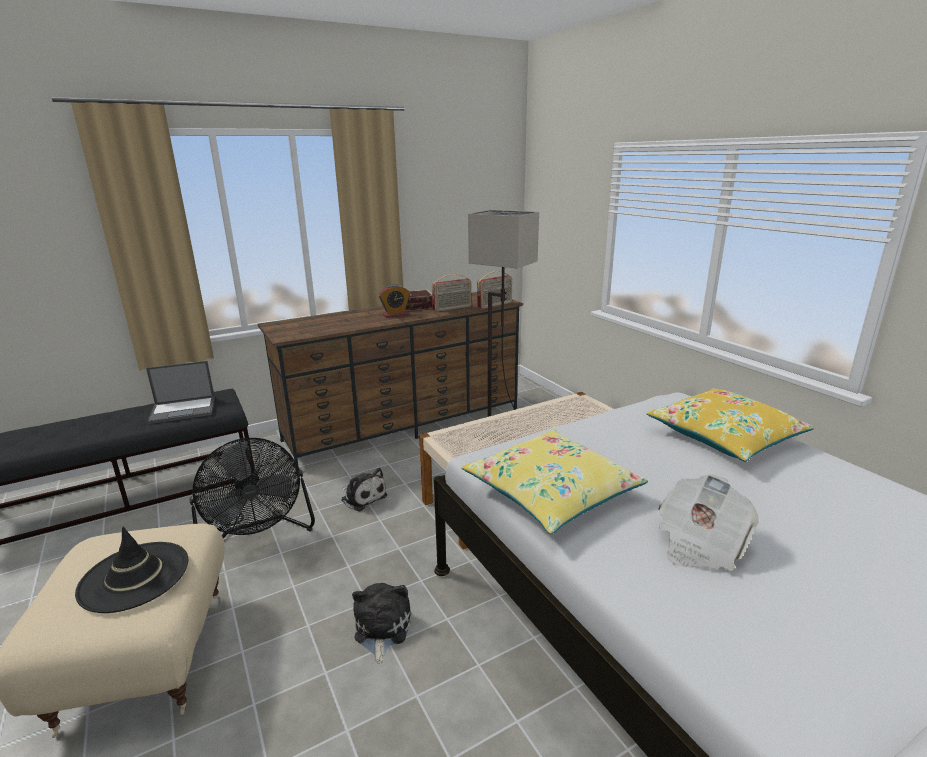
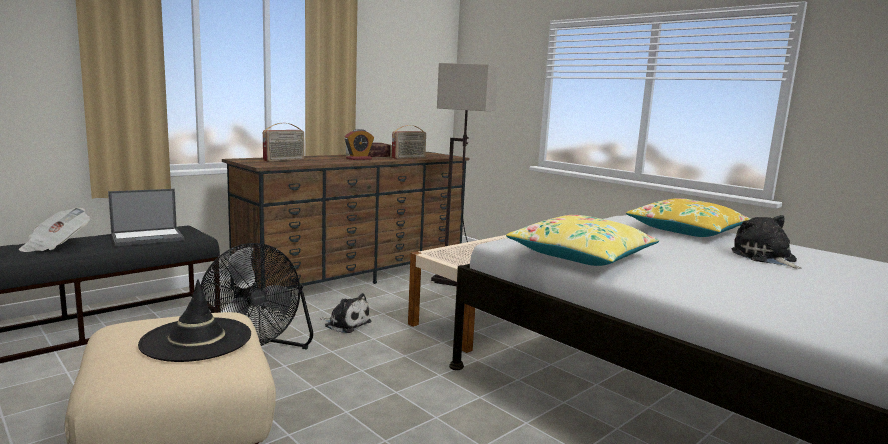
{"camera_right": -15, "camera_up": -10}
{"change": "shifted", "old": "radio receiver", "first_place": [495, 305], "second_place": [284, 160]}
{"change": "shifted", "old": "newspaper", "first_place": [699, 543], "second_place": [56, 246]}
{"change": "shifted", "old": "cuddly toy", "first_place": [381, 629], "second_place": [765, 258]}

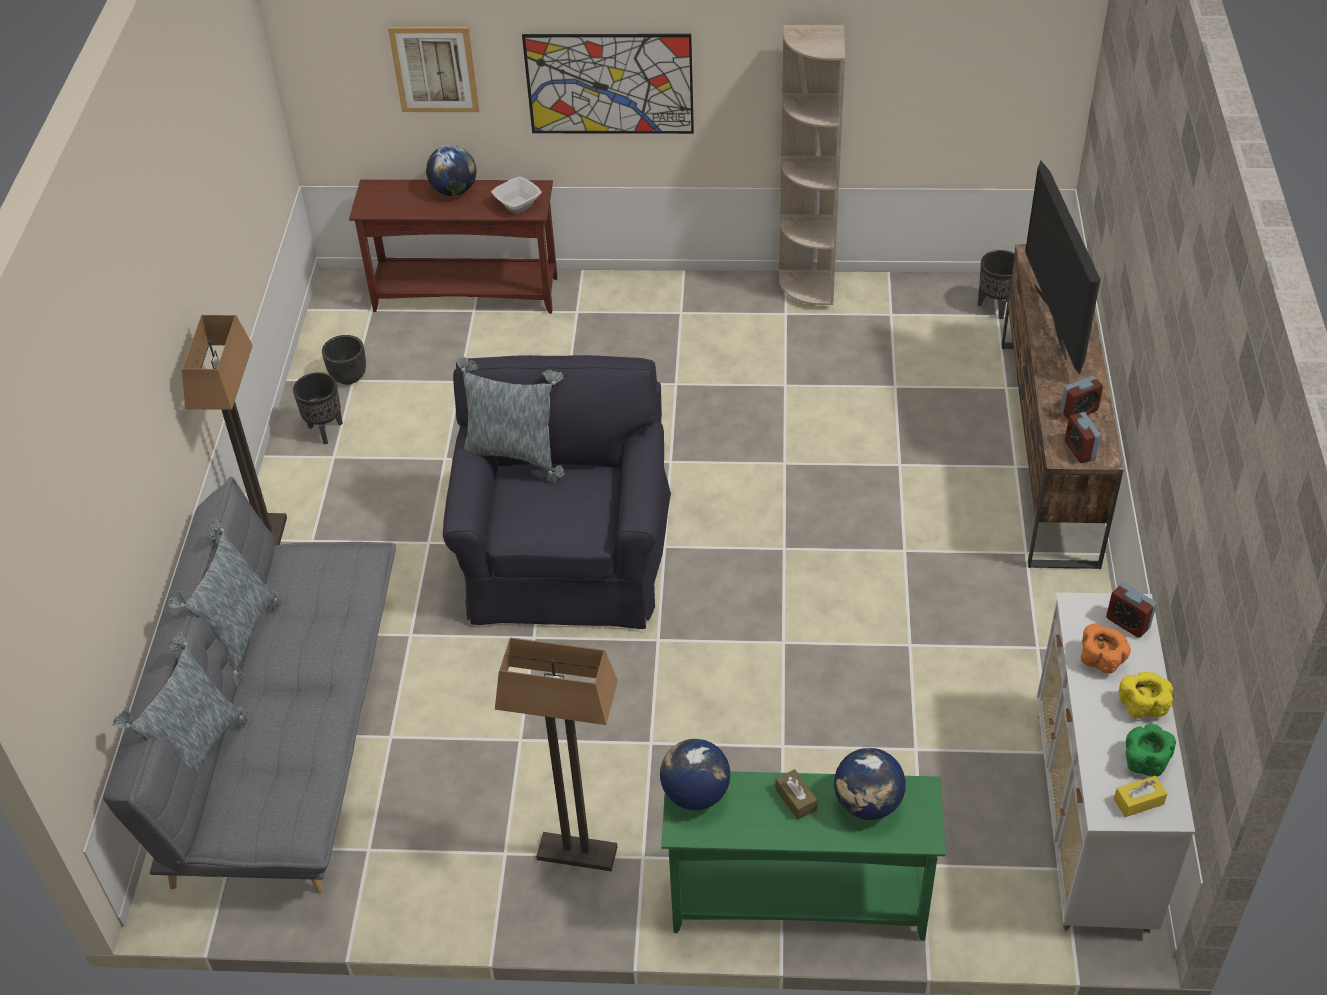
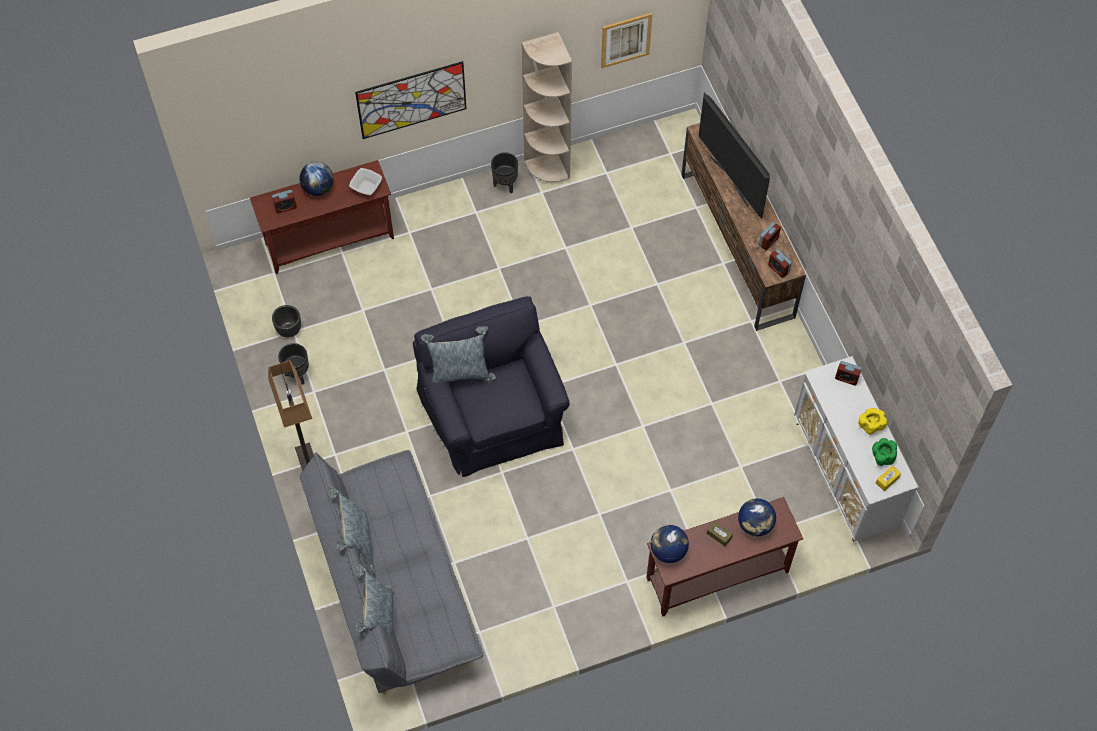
{"camera_right": -25, "camera_up": 15}
{"change": "shifted", "old": "wall picture", "first_place": [434, 69], "second_place": [626, 40]}
{"change": "shifted", "old": "plant pot (blackish)", "first_place": [995, 307], "second_place": [505, 185]}
{"change": "gone", "old": "deep dish (orange)", "first_place": [1101, 659]}
{"change": "gone", "old": "standing lamp", "first_place": [576, 853]}
{"change": "repainted", "old": "console table (greenish)", "new": "console table (brown)", "first_place": [797, 901], "second_place": [716, 575]}
{"change": "new", "new": "table clock", "second_place": [285, 207]}

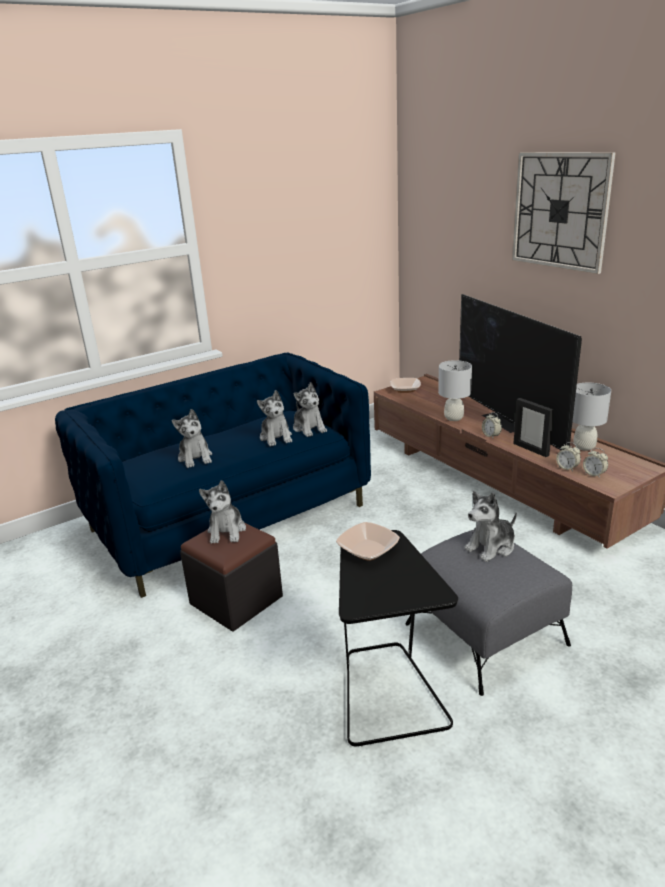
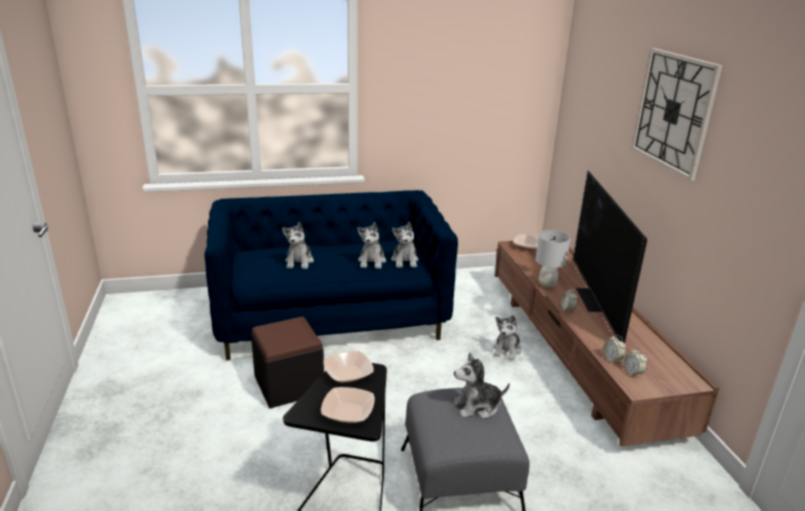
{"camera_right": 20, "camera_up": 0}
{"change": "gone", "old": "tabletop lamp (grey)", "first_place": [585, 447]}
{"change": "gone", "old": "picture frame", "first_place": [531, 449]}
{"change": "shifted", "old": "cuddly toy", "first_place": [227, 531], "second_place": [507, 350]}
{"change": "new", "new": "deep dish", "second_place": [348, 413]}

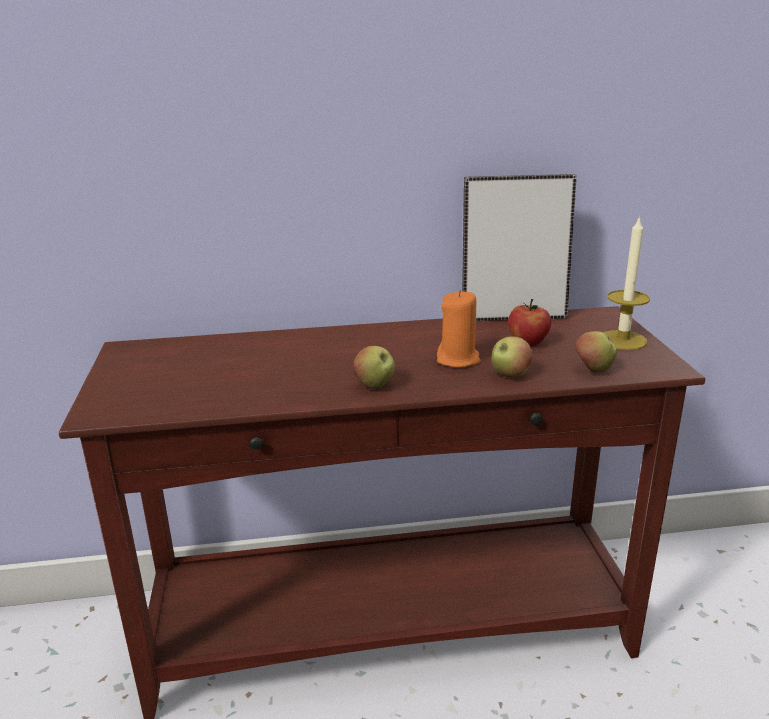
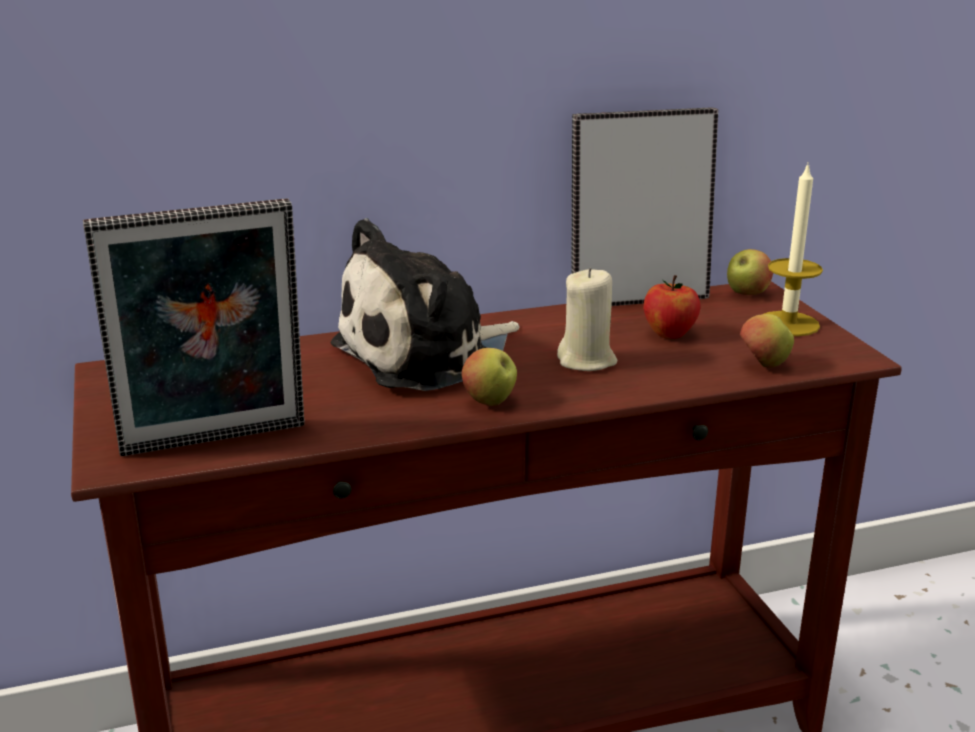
{"camera_right": -10, "camera_up": 0}
{"change": "repainted", "old": "wax light (orange)", "new": "wax light (beige-coloured)", "first_place": [458, 359], "second_place": [587, 360]}
{"change": "shifted", "old": "apple", "first_place": [510, 375], "second_place": [746, 293]}
{"change": "new", "new": "picture frame", "second_place": [215, 442]}
{"change": "new", "new": "cuddly toy", "second_place": [427, 355]}

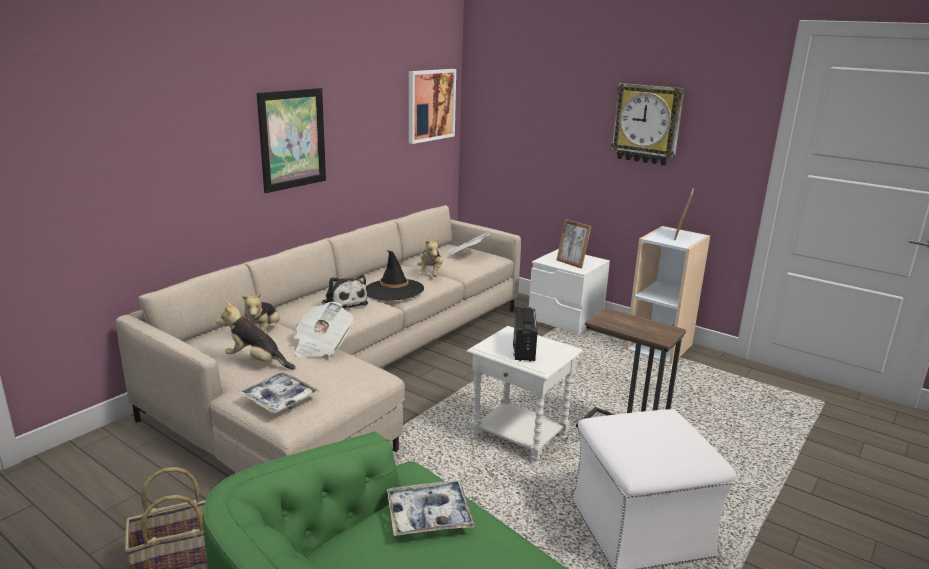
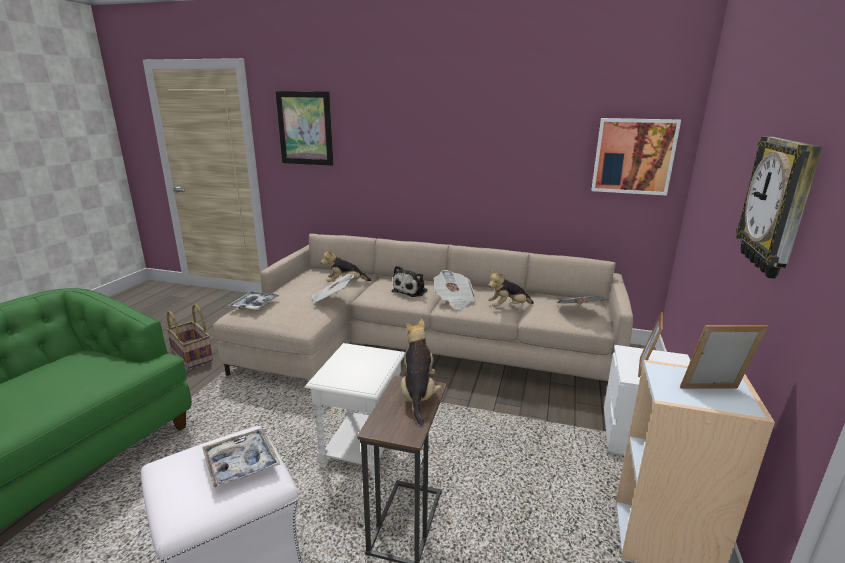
{"camera_right": 70, "camera_up": 0}
{"change": "shifted", "old": "wall picture", "first_place": [292, 139], "second_place": [305, 128]}
{"change": "swapped", "old": "wearable hat (blackish)", "new": "newspaper", "first_place": [393, 290], "second_place": [454, 300]}
{"change": "shifted", "old": "cuddly toy", "first_place": [256, 362], "second_place": [418, 395]}
{"change": "gone", "old": "radio receiver", "first_place": [523, 349]}
{"change": "shifted", "old": "serving tray", "first_place": [429, 515], "second_place": [241, 463]}

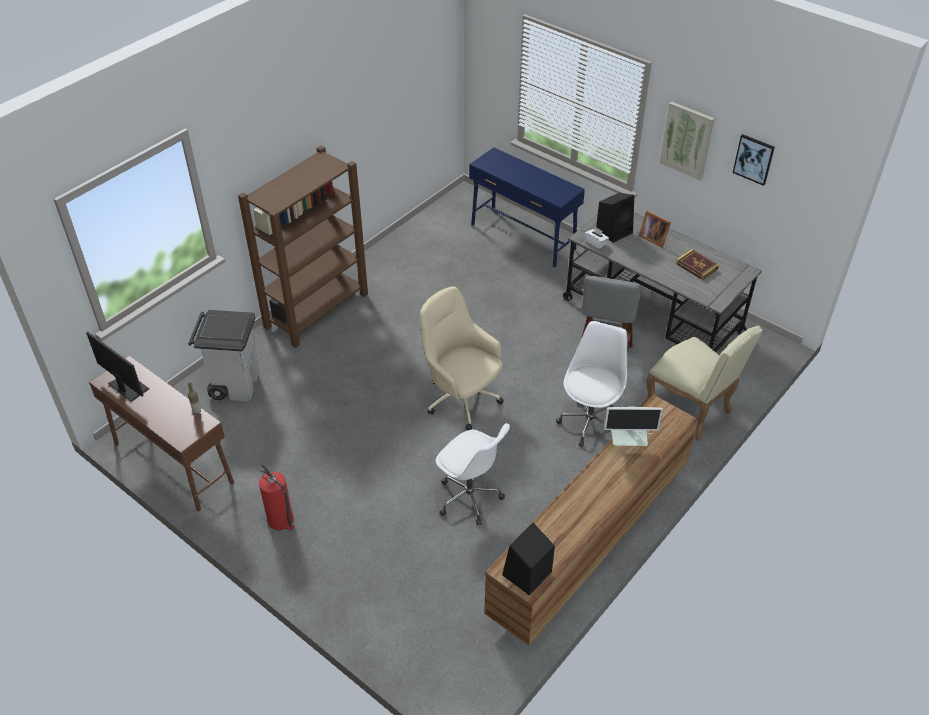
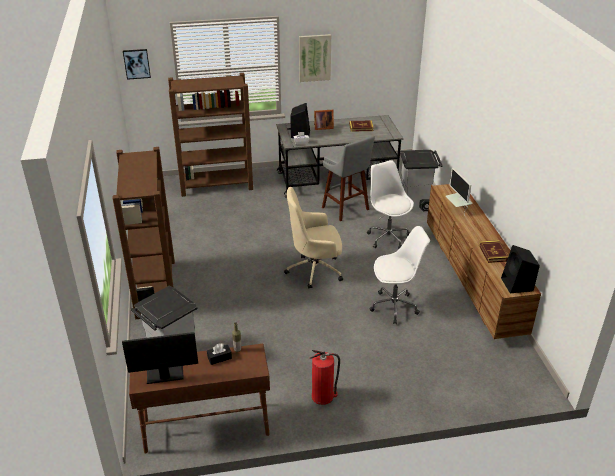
{"camera_right": -50, "camera_up": -10}
{"change": "shifted", "old": "wall picture", "first_place": [754, 159], "second_place": [136, 63]}
{"change": "swapped", "old": "console table (blue)", "new": "bookshelf (brown)", "first_place": [522, 237], "second_place": [216, 185]}
{"change": "swapped", "old": "plain chair (beige-coloured)", "new": "waste bin (grey)", "first_place": [689, 410], "second_place": [416, 204]}
{"change": "rotated", "old": "computer display", "first_place": [627, 446], "second_place": [458, 210], "degrees": 120}
{"change": "new", "new": "volume", "second_place": [493, 253]}
{"change": "new", "new": "tissue box (blackish)", "second_place": [219, 358]}

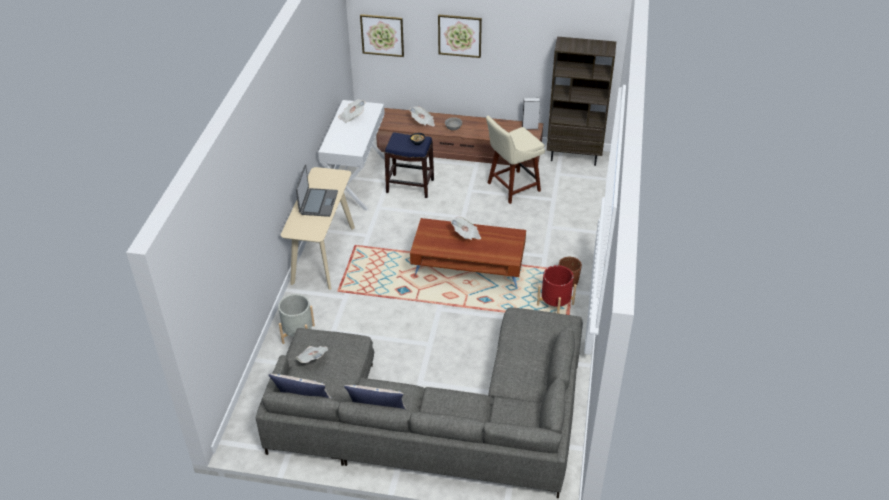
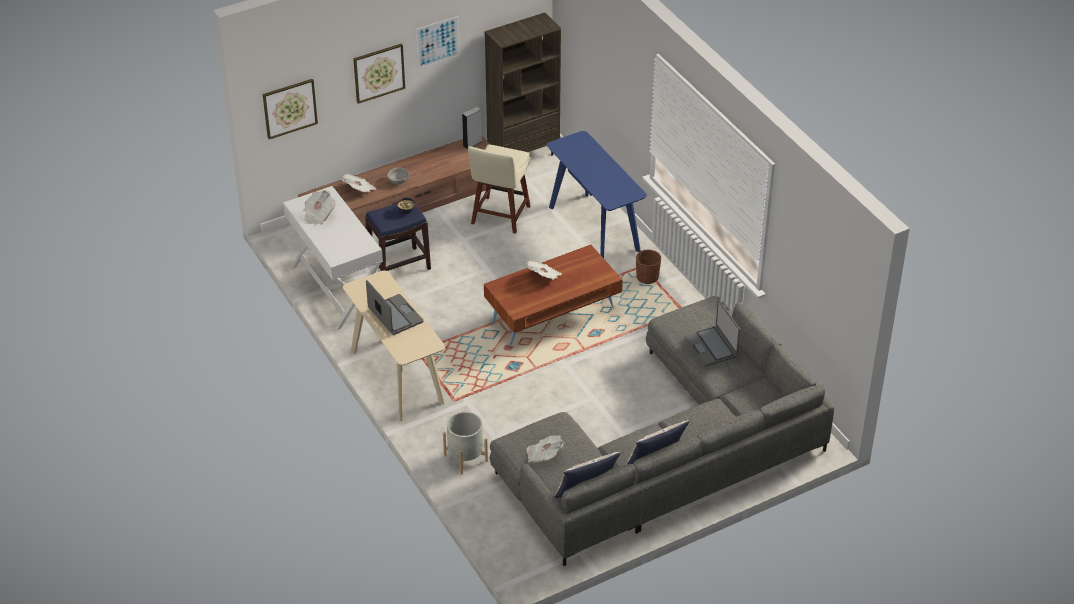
{"camera_right": -40, "camera_up": 0}
{"change": "gone", "old": "plant pot (red)", "first_place": [555, 304]}
{"change": "new", "new": "wall picture", "second_place": [437, 42]}
{"change": "new", "new": "console table (blue)", "second_place": [594, 228]}
{"change": "new", "new": "portable computer", "second_place": [711, 347]}

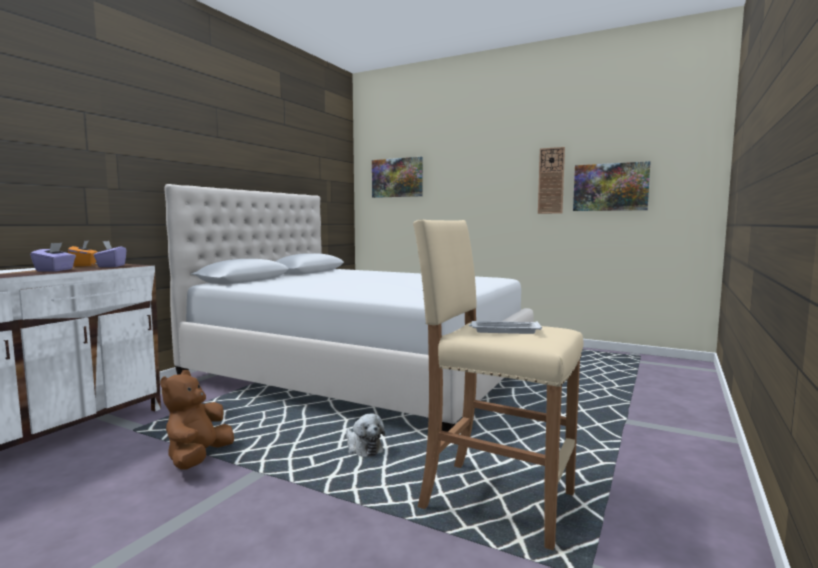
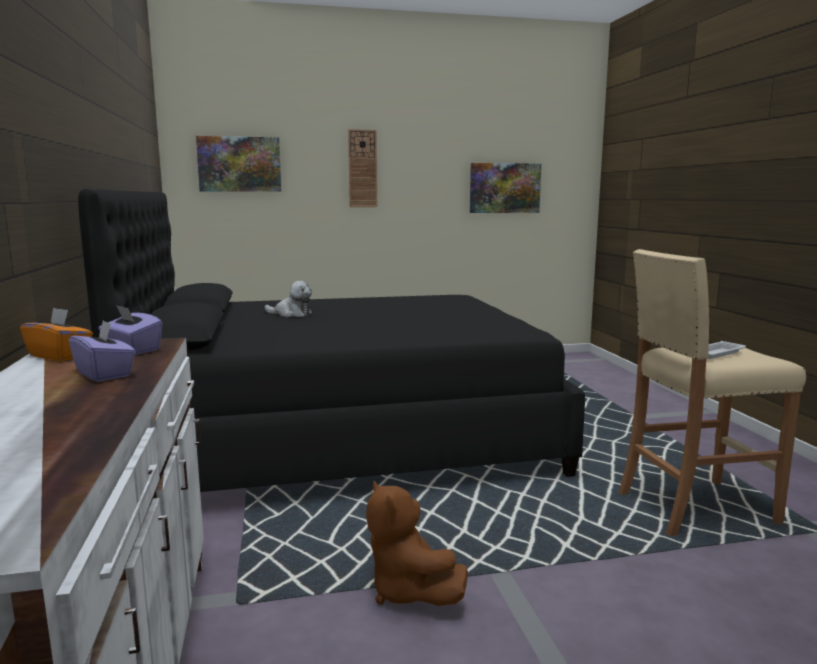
{"camera_right": -40, "camera_up": 5}
{"change": "shifted", "old": "hanging clock", "first_place": [551, 181], "second_place": [362, 168]}
{"change": "repainted", "old": "sleeping bed (whitish)", "new": "sleeping bed (blackish)", "first_place": [362, 372], "second_place": [343, 435]}
{"change": "shifted", "old": "cuddly toy", "first_place": [363, 448], "second_place": [291, 314]}

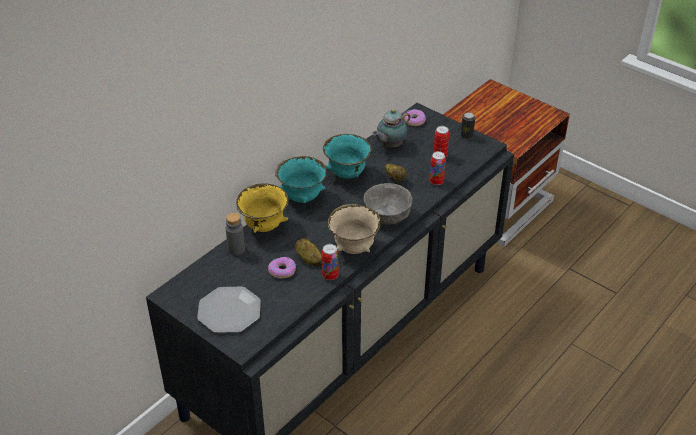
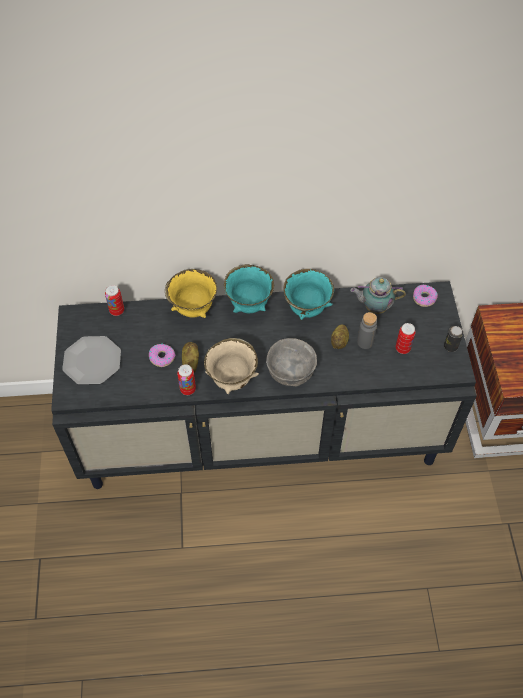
{"camera_right": 45, "camera_up": 15}
{"change": "shifted", "old": "can", "first_place": [436, 181], "second_place": [117, 311]}
{"change": "shifted", "old": "drink bottle (grey)", "first_place": [236, 249], "second_place": [365, 342]}

